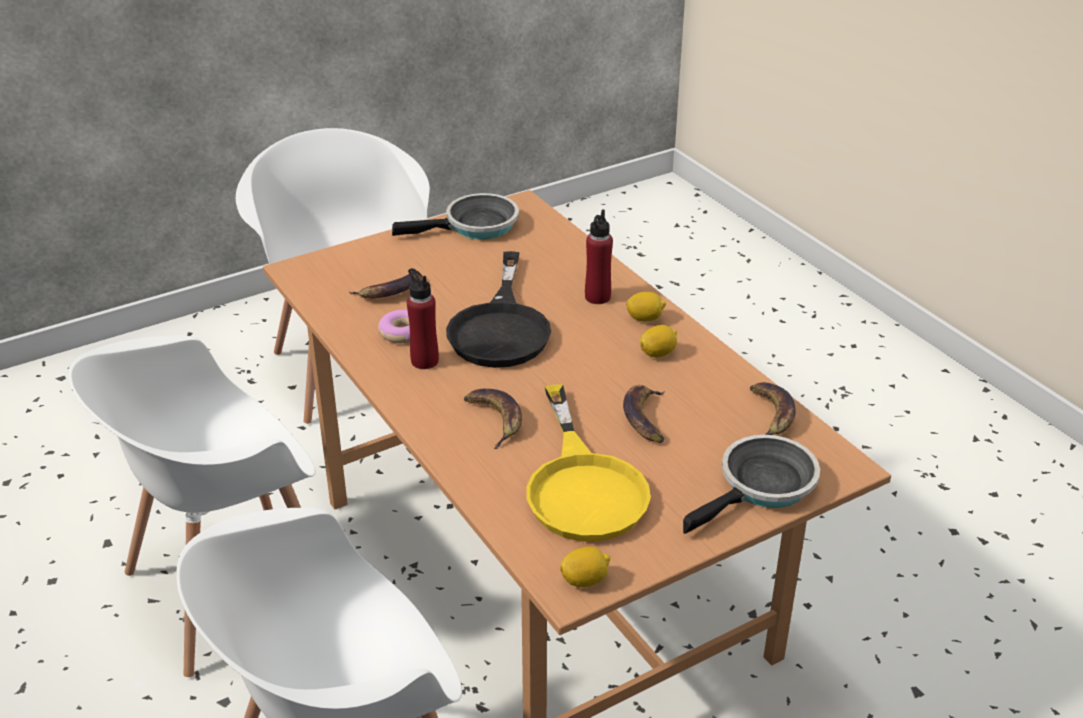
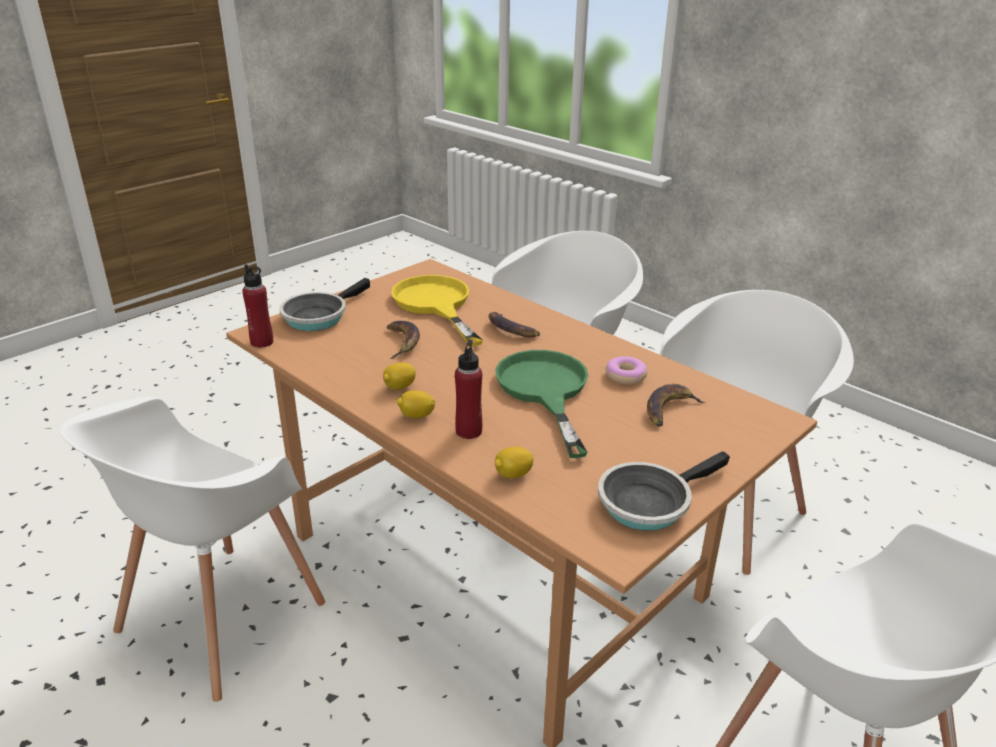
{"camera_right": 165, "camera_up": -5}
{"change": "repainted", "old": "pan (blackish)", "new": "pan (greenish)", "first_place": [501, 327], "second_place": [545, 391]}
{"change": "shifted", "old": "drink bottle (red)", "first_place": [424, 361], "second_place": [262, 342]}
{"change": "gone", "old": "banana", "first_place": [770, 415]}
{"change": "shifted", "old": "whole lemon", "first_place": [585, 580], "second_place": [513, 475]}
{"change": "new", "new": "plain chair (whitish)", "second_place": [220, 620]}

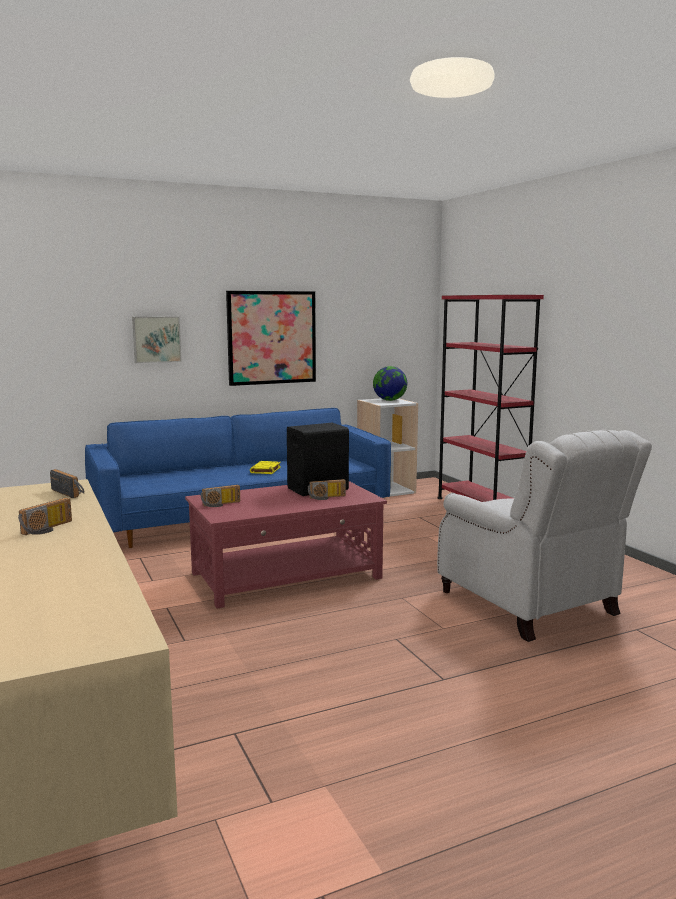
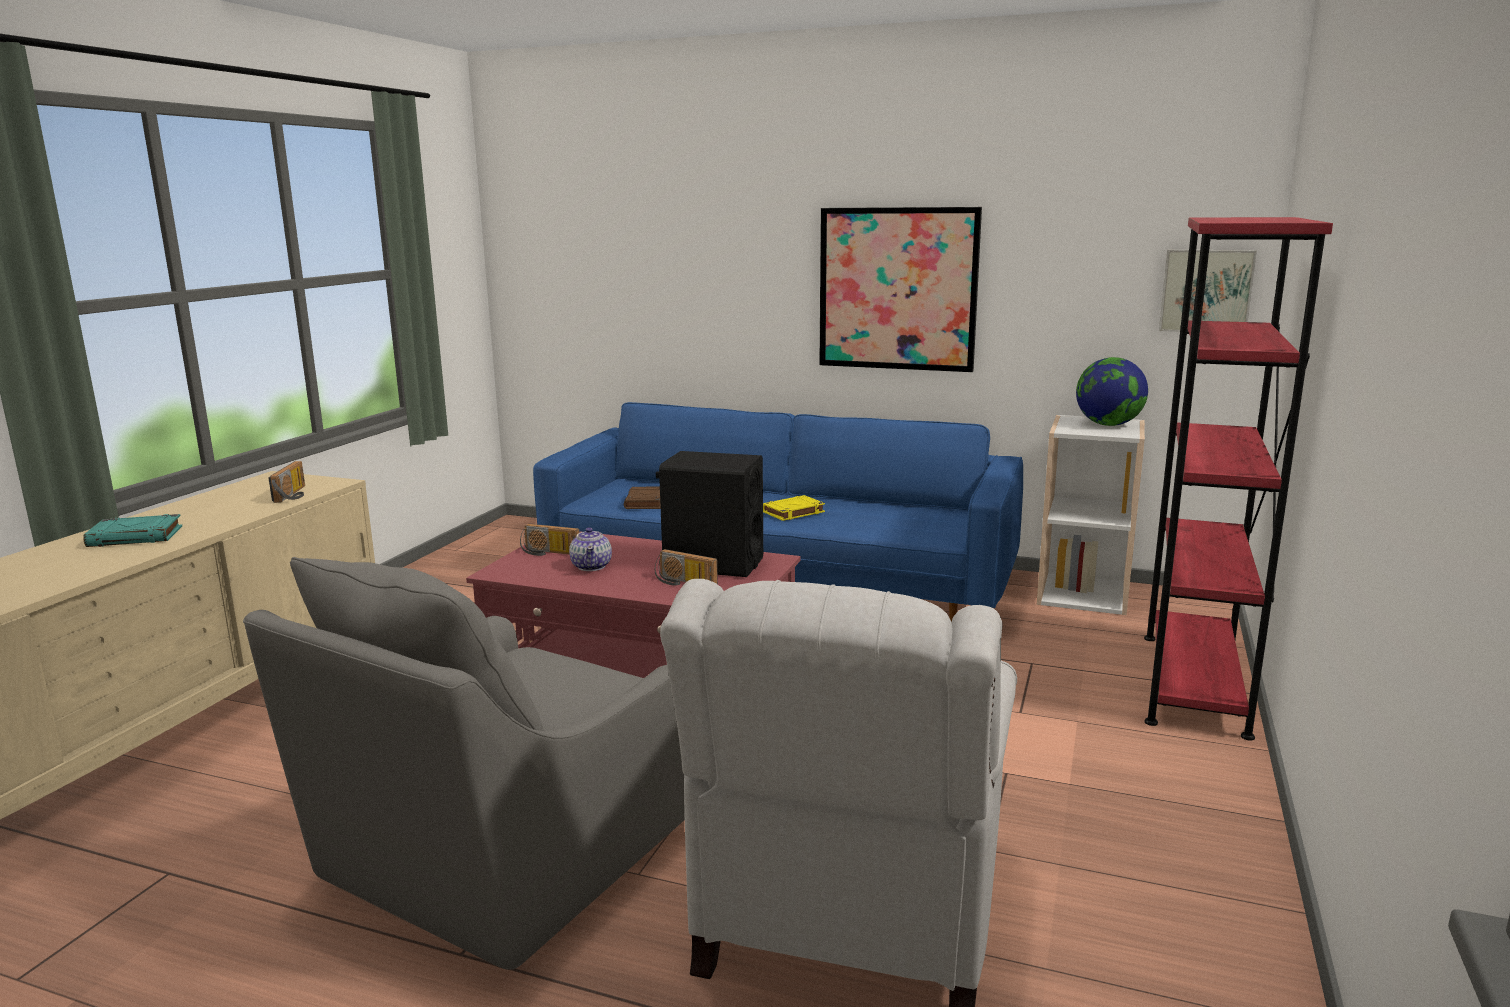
{"camera_right": 45, "camera_up": 5}
{"change": "shifted", "old": "wall picture", "first_place": [156, 339], "second_place": [1206, 291]}
{"change": "swapped", "old": "radio receiver", "new": "volume (blue-green)", "first_place": [48, 529], "second_place": [136, 537]}
{"change": "new", "new": "volume (brown)", "second_place": [645, 502]}
{"change": "new", "new": "pot for tea", "second_place": [592, 566]}
{"change": "new", "new": "lounge chair (grey)", "second_place": [500, 856]}

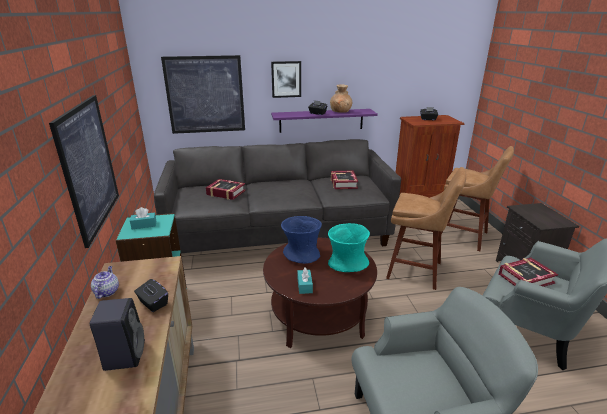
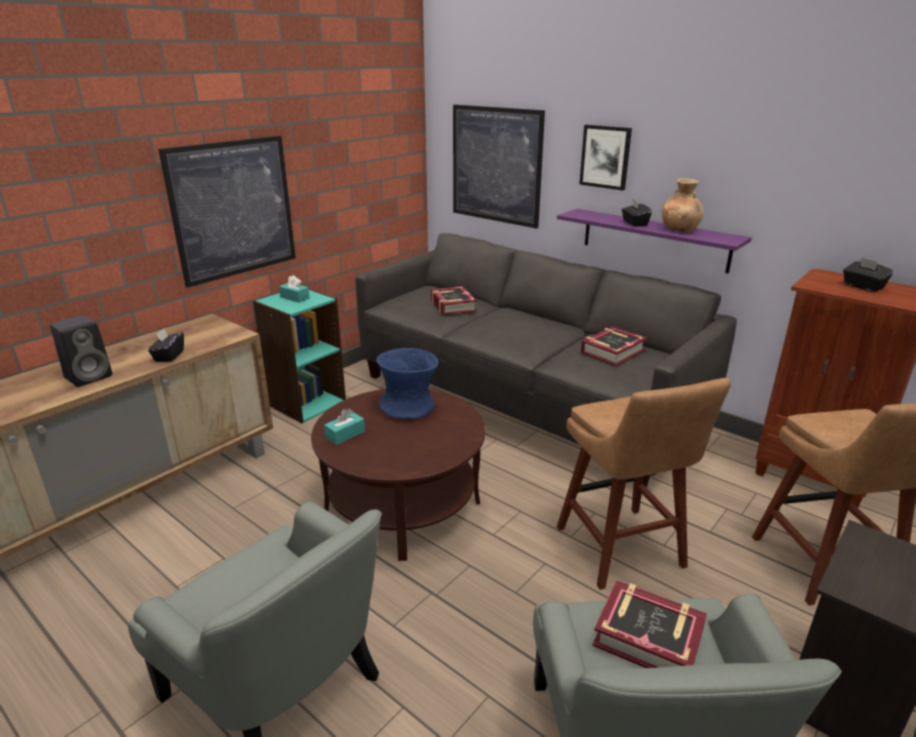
{"camera_right": 50, "camera_up": 0}
{"change": "gone", "old": "decorative vase (blue-green)", "first_place": [347, 263]}
{"change": "gone", "old": "pot for tea", "first_place": [107, 291]}

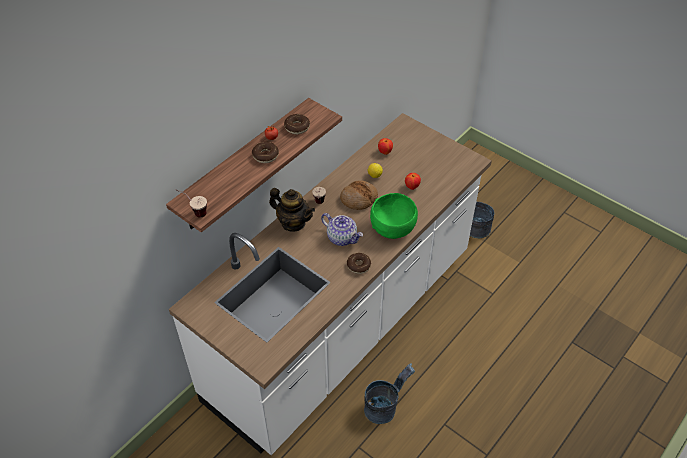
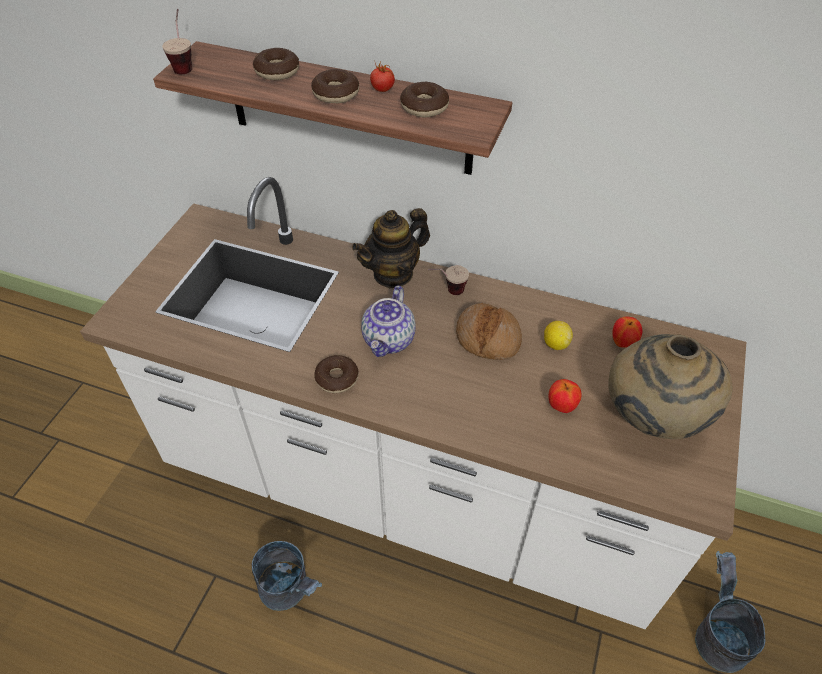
{"camera_right": 70, "camera_up": 0}
{"change": "rotated", "old": "pot for tea", "first_place": [293, 223], "second_place": [393, 274], "degrees": 45}
{"change": "gone", "old": "deep dish (greenish)", "first_place": [393, 227]}
{"change": "new", "new": "ring doughnut", "second_place": [277, 71]}
{"change": "new", "new": "decorative vase (beige-coloured)", "second_place": [650, 420]}

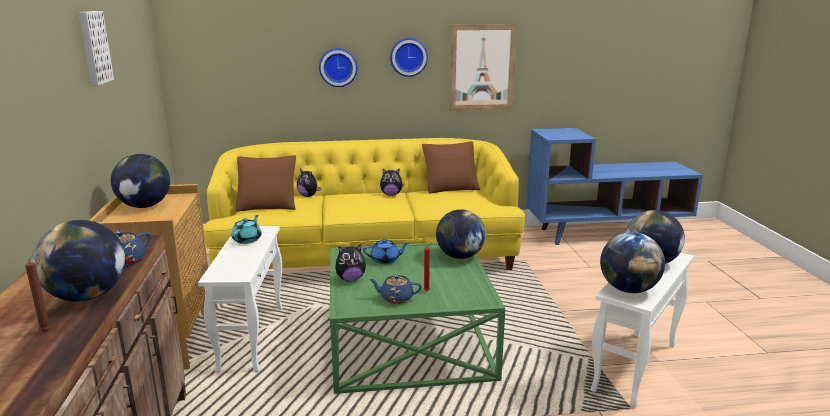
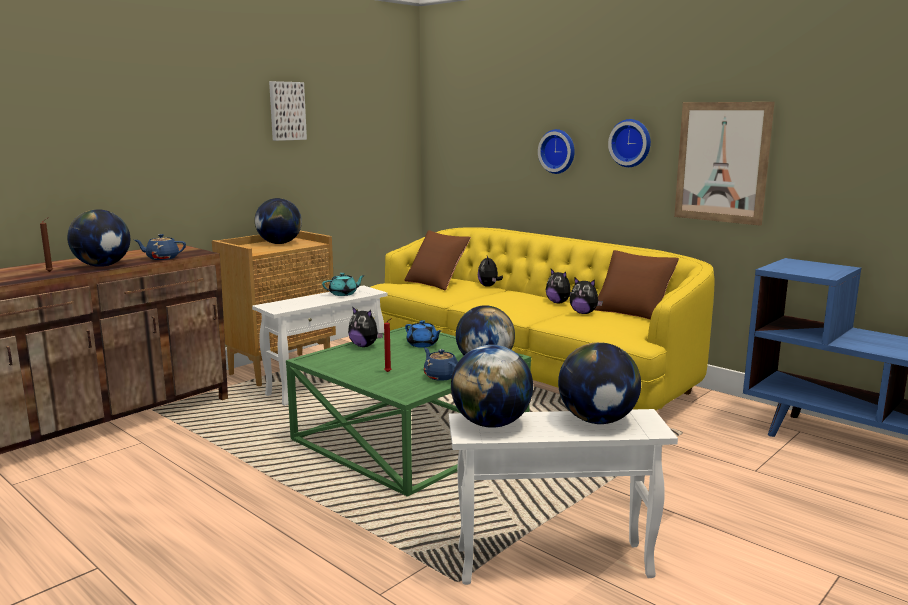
{"camera_right": 50, "camera_up": -5}
{"change": "shifted", "old": "pot for tea (blue)", "first_place": [396, 298], "second_place": [440, 376]}
{"change": "new", "new": "cuddly toy", "second_place": [584, 313]}

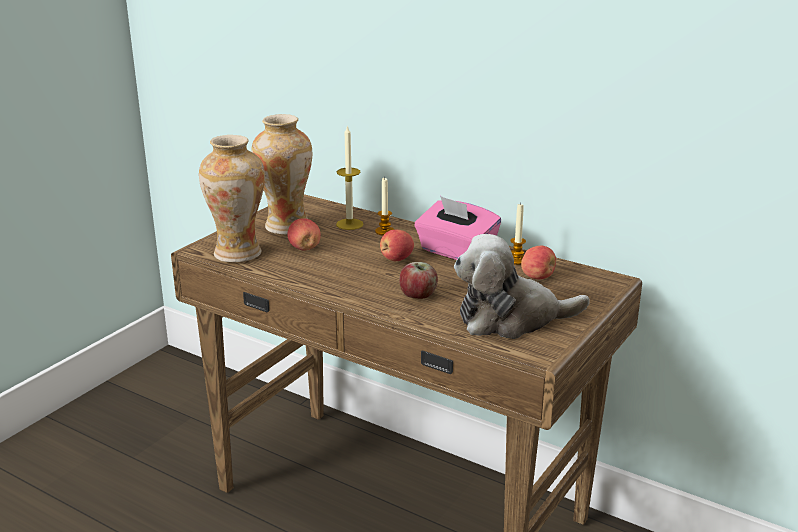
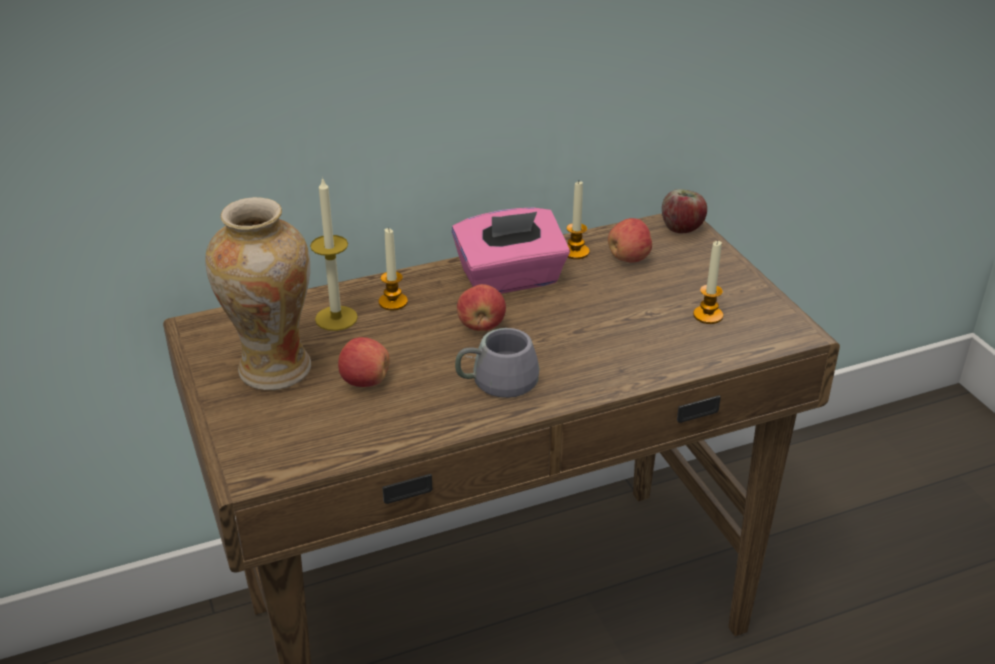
{"camera_right": -55, "camera_up": 10}
{"change": "gone", "old": "decorative vase", "first_place": [238, 253]}
{"change": "swapped", "old": "cuddly toy", "new": "wax light", "first_place": [511, 319], "second_place": [708, 315]}
{"change": "shifted", "old": "apple", "first_place": [418, 296], "second_place": [682, 228]}
{"change": "new", "new": "tea mug (grey)", "second_place": [494, 377]}

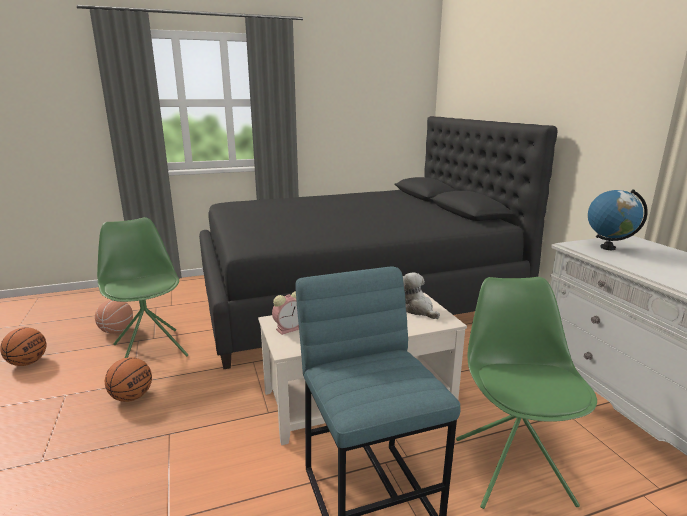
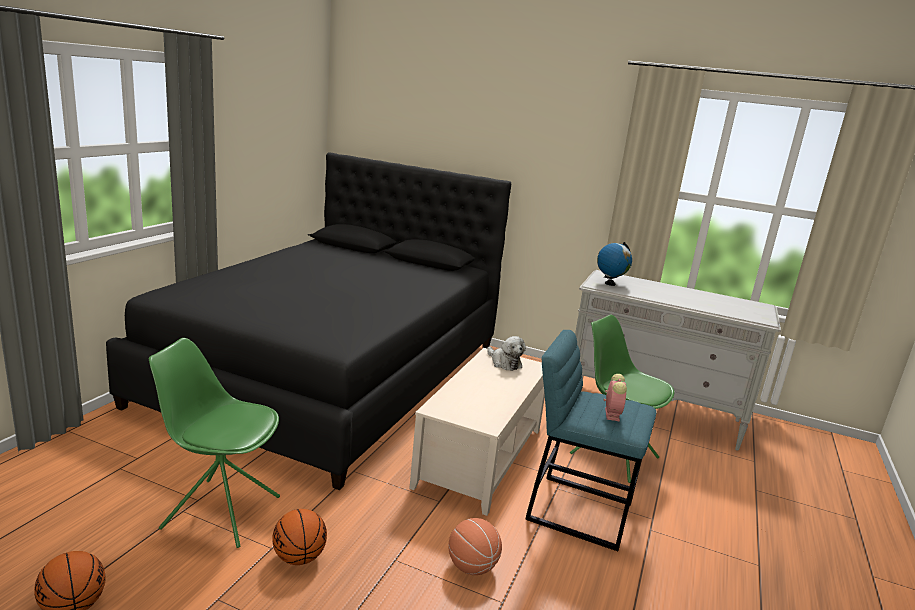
{"camera_right": -50, "camera_up": 0}
{"change": "rotated", "old": "cuddly toy", "first_place": [416, 309], "second_place": [504, 363], "degrees": -135}
{"change": "shifted", "old": "table clock", "first_place": [290, 328], "second_place": [611, 413]}
{"change": "shifted", "old": "ball for basketball", "first_place": [116, 331], "second_place": [472, 567]}

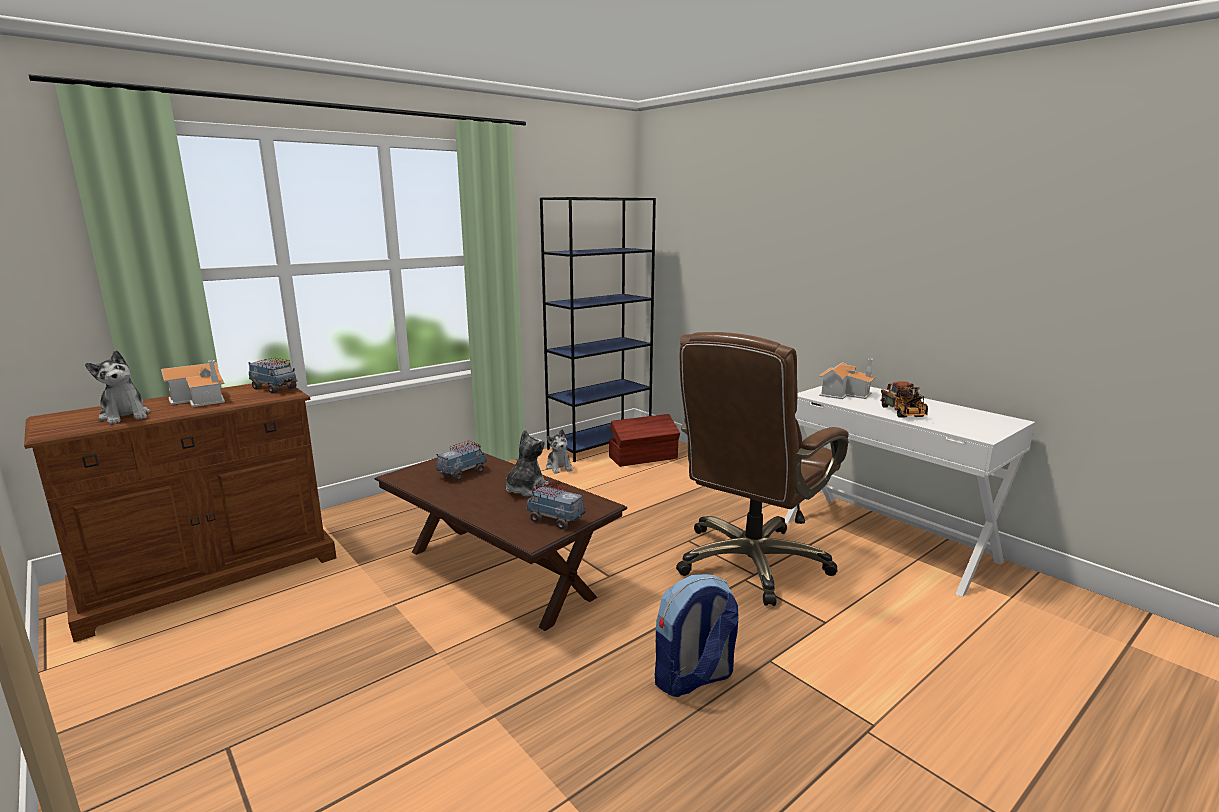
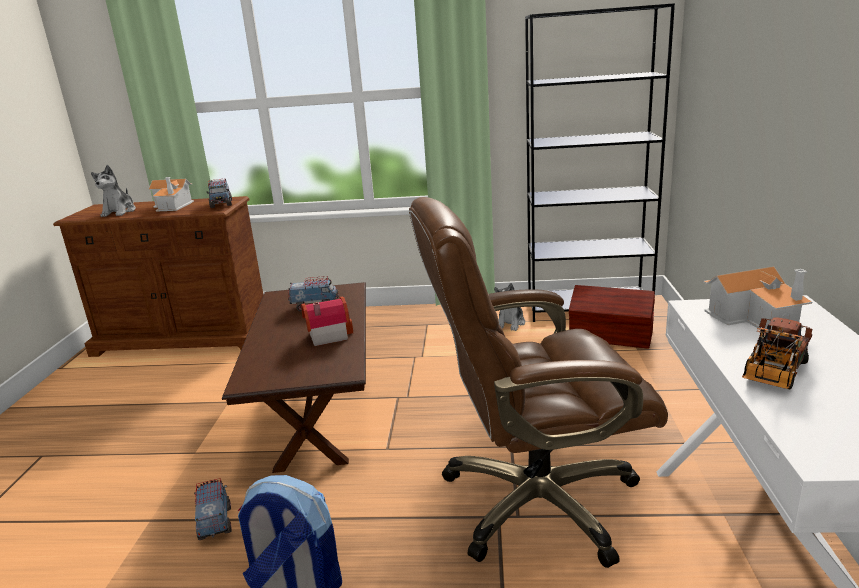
{"camera_right": 45, "camera_up": 5}
{"change": "swapped", "old": "cuddly toy", "new": "toy house", "first_place": [525, 489], "second_place": [326, 335]}
{"change": "shifted", "old": "toy lorry", "first_place": [555, 520], "second_place": [215, 523]}

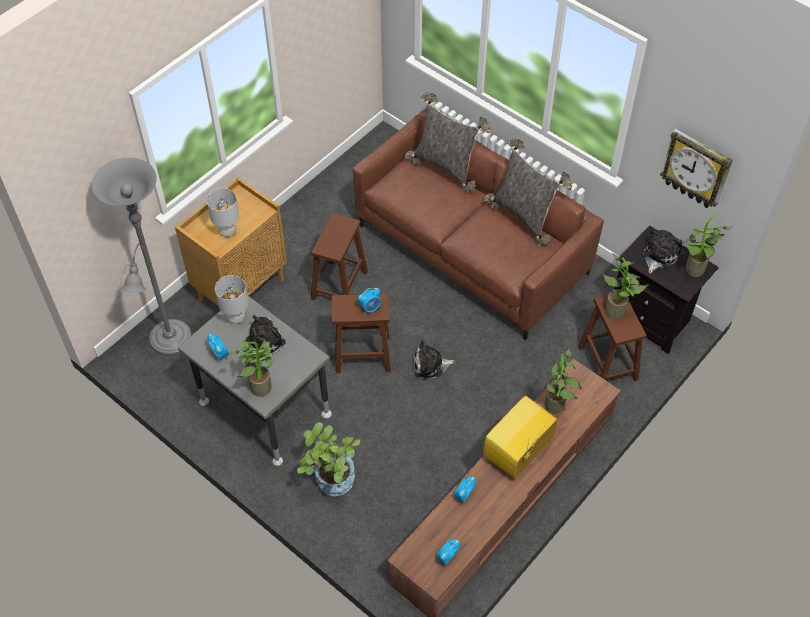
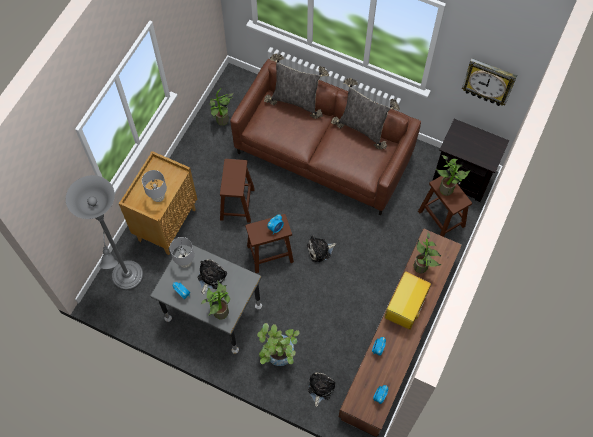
{"camera_right": -15, "camera_up": 10}
{"change": "shifted", "old": "houseplant", "first_place": [695, 272], "second_place": [222, 122]}
{"change": "shifted", "old": "cuddly toy", "first_place": [659, 255], "second_place": [320, 388]}

